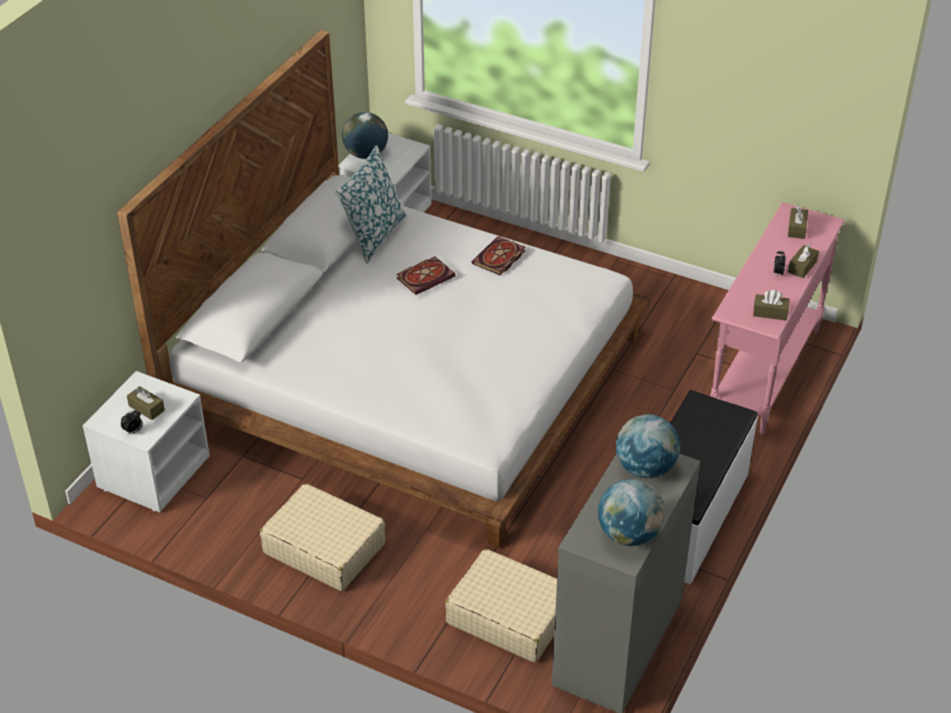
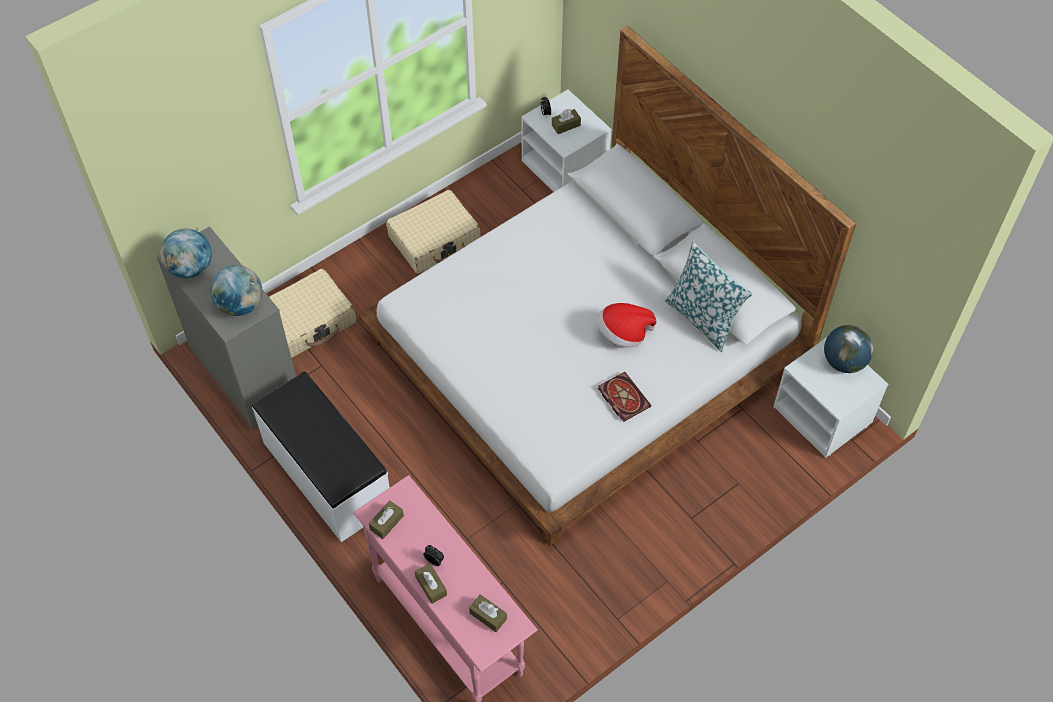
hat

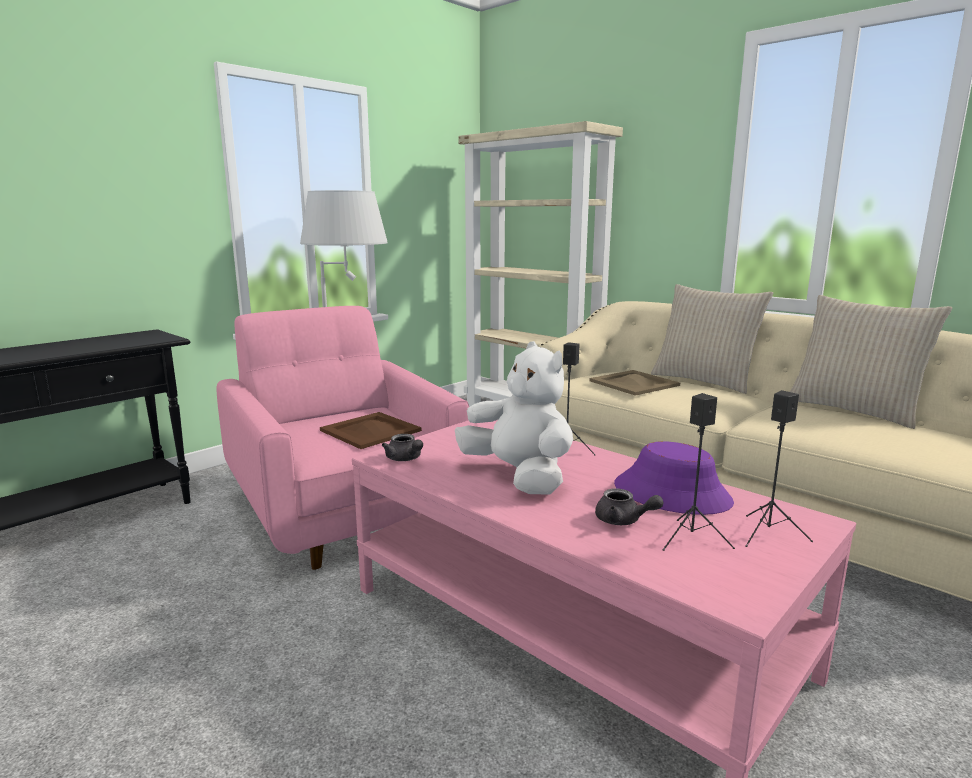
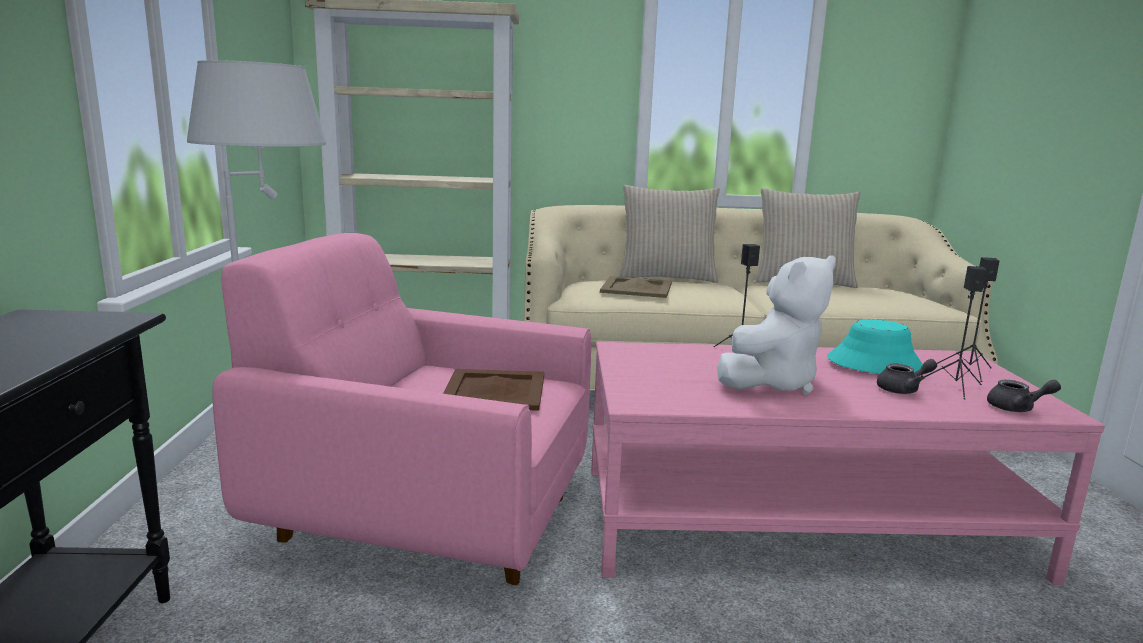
grey teapot (no. 2 from left)
white plush toy
turquoise hat

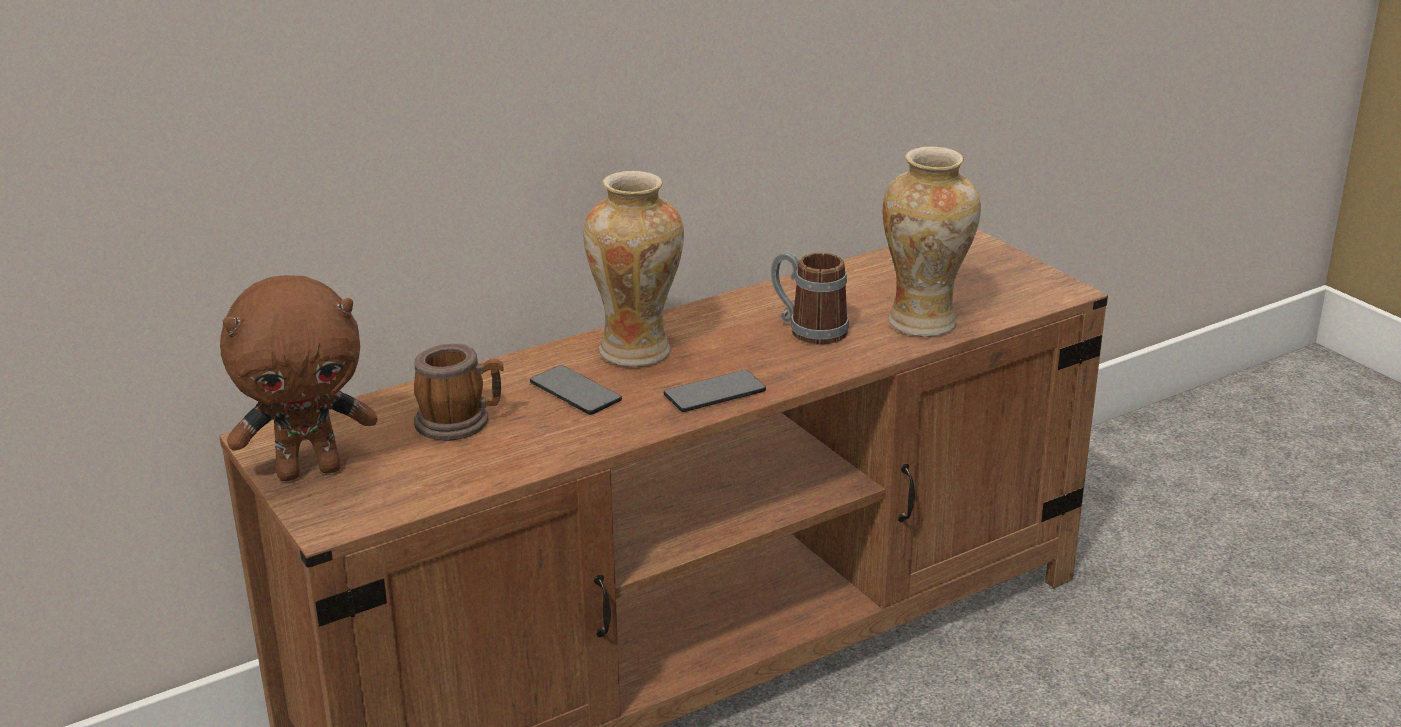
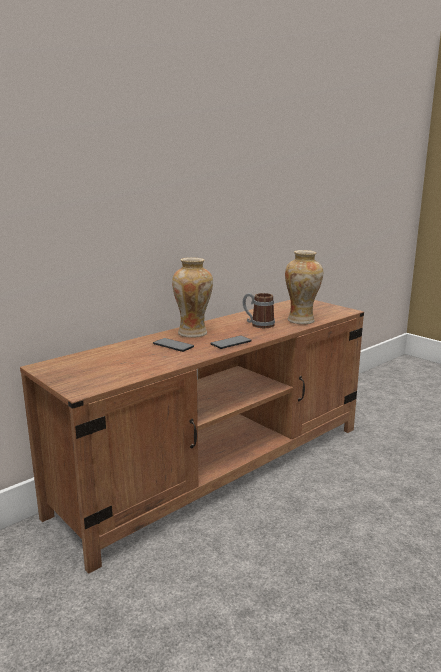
brown plush toy
mug (no. 1 from left in the first image)

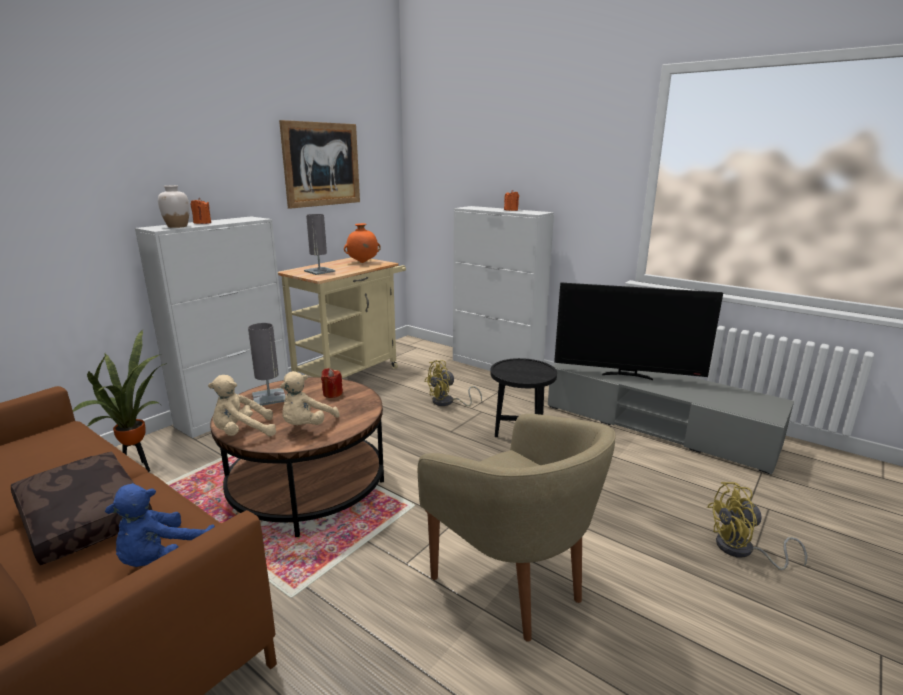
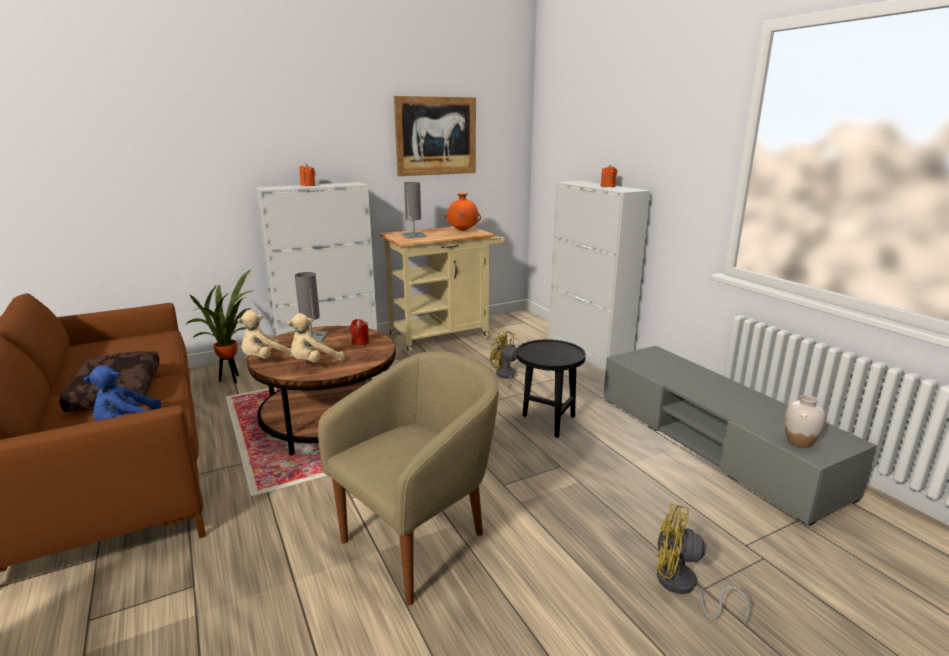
white vase
beige plush toy (no. 1 from left)
beige armchair
yellow fan (no. 1 from left)
television

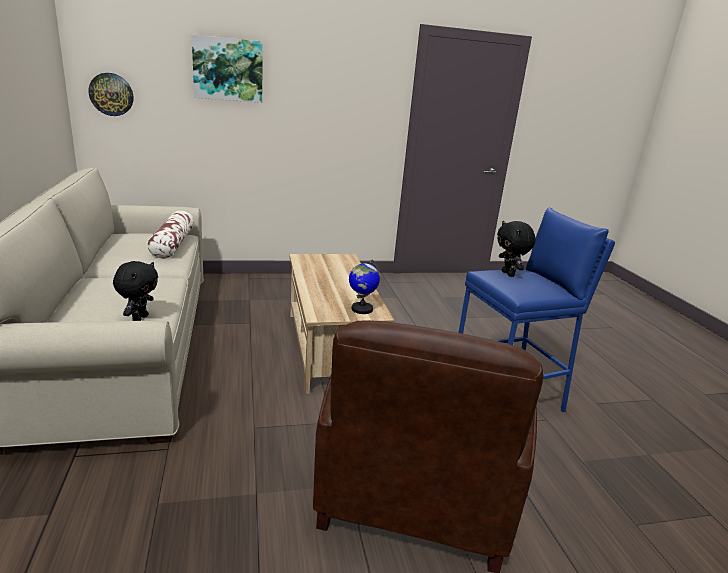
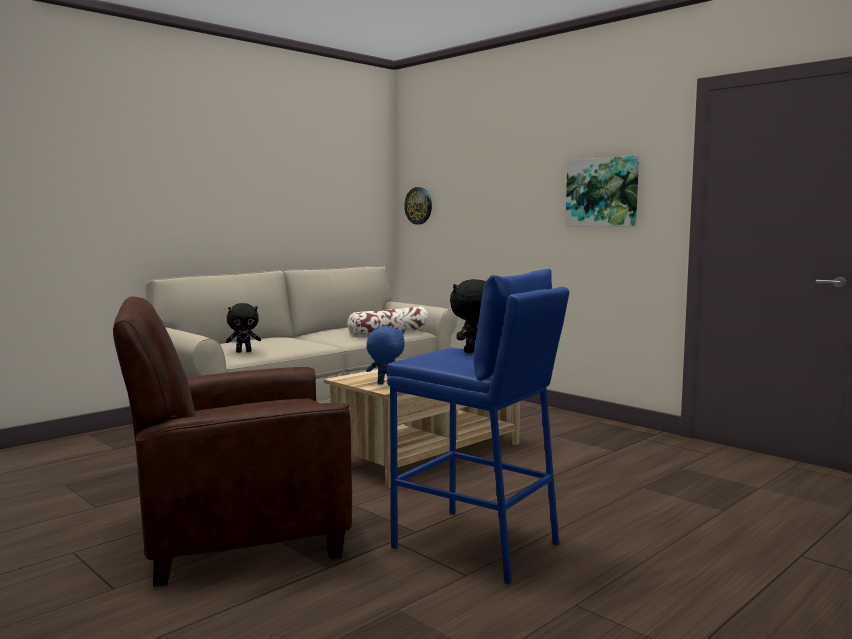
picture
blue plush toy

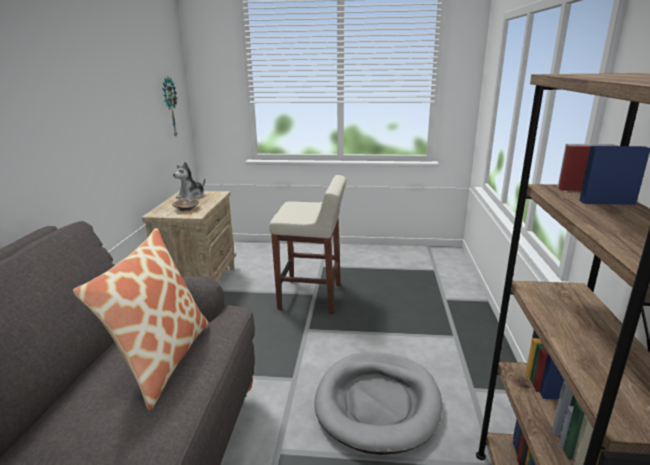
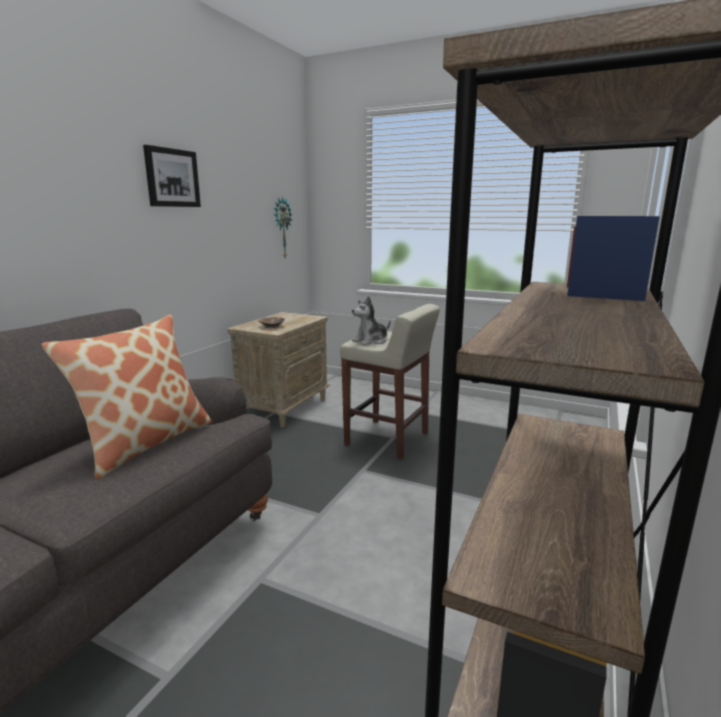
plush toy
grey dog bed
picture

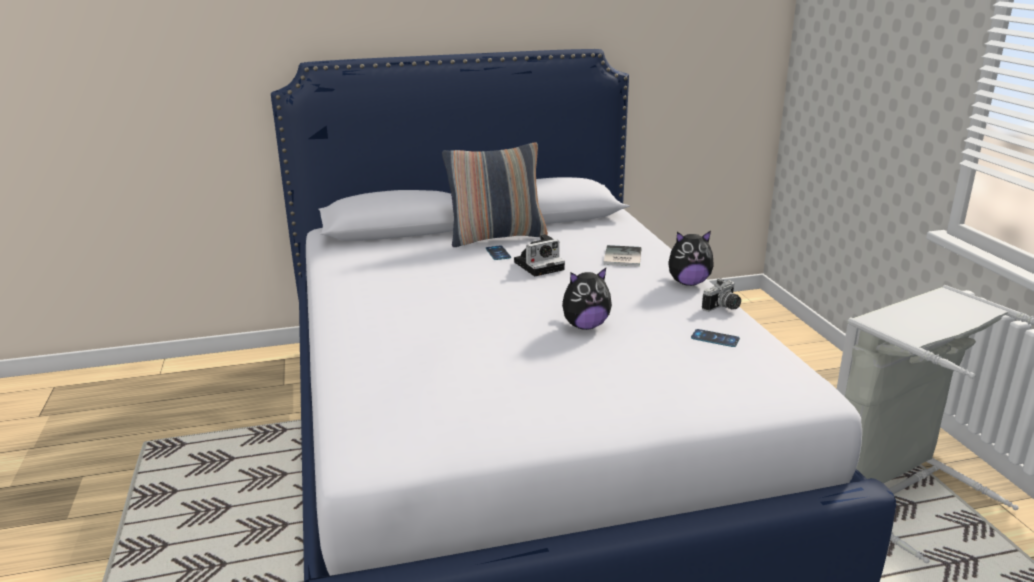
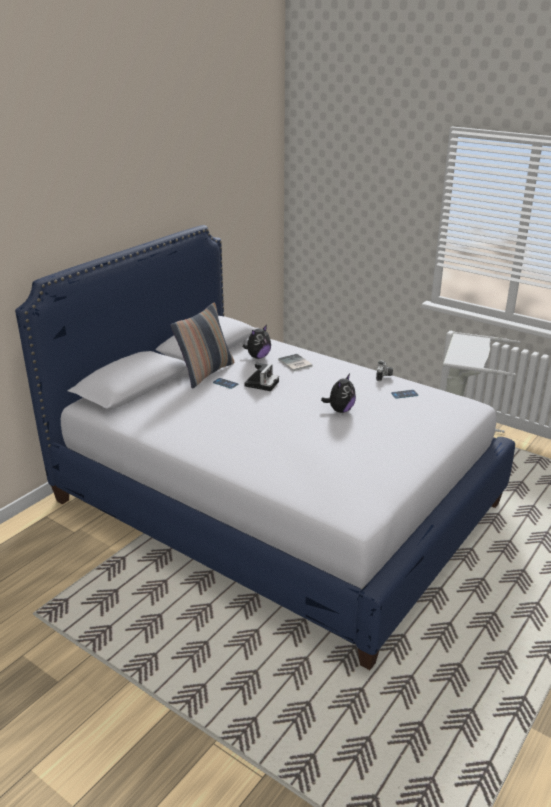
plush toy (no. 1 from left)

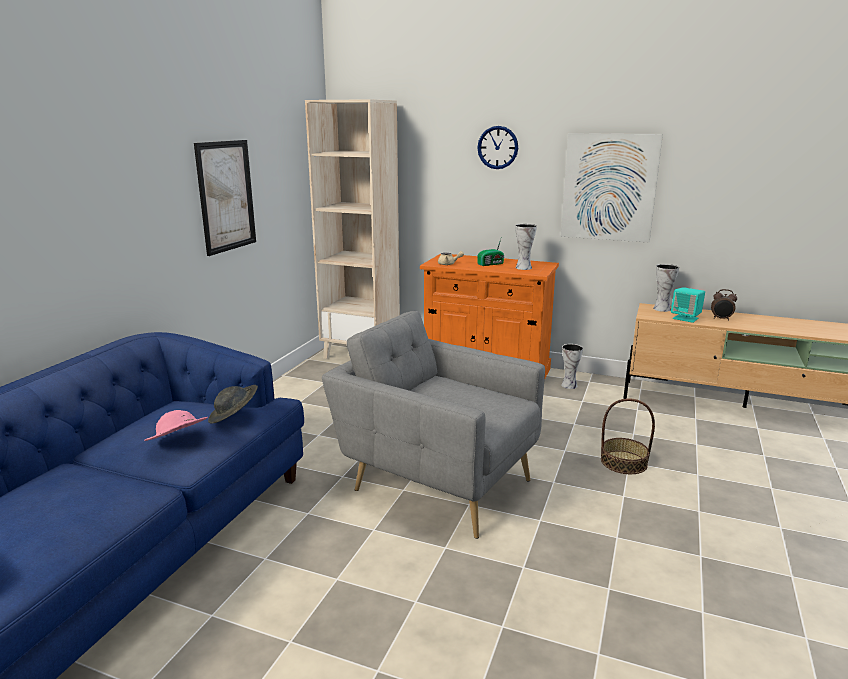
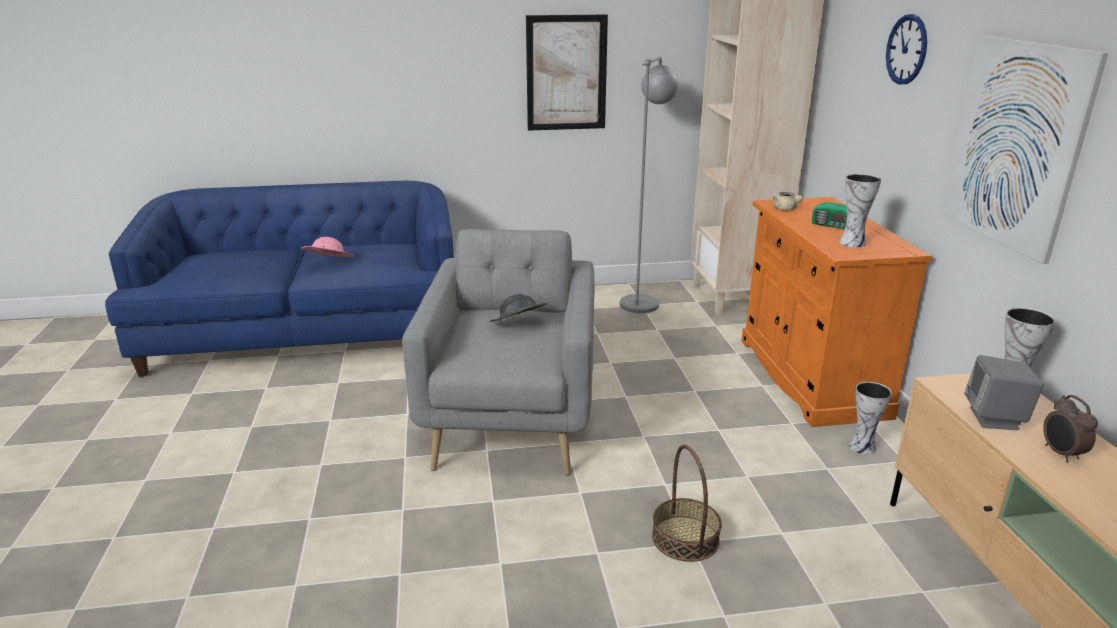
grey hat
grey speaker
grey floor lamp

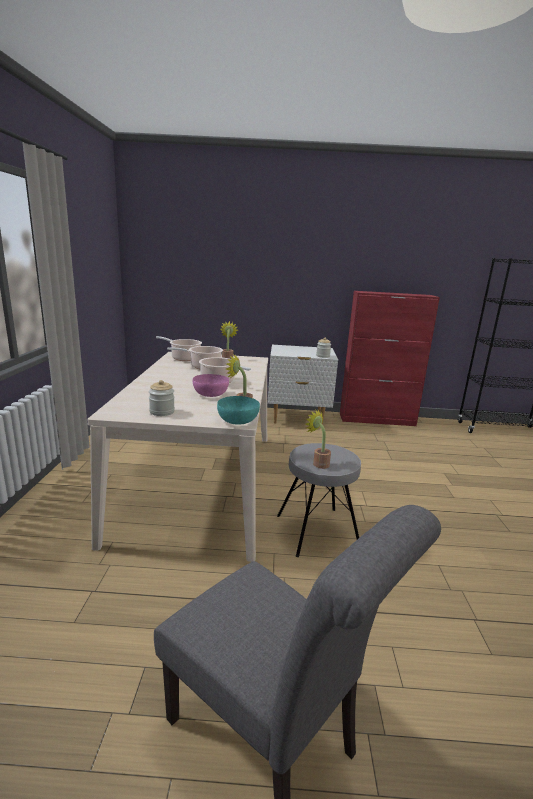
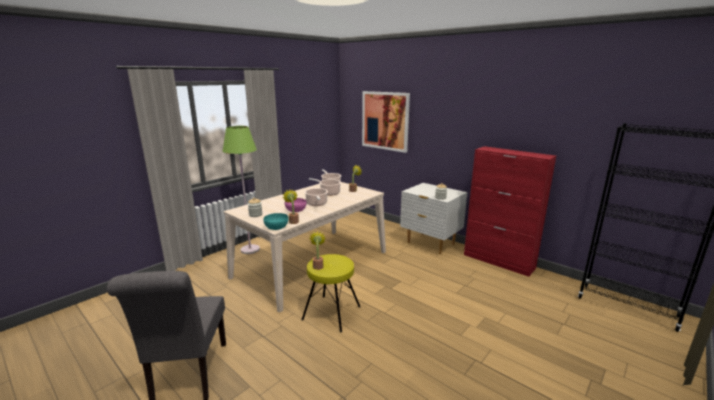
yellow stool
green floor lamp
picture

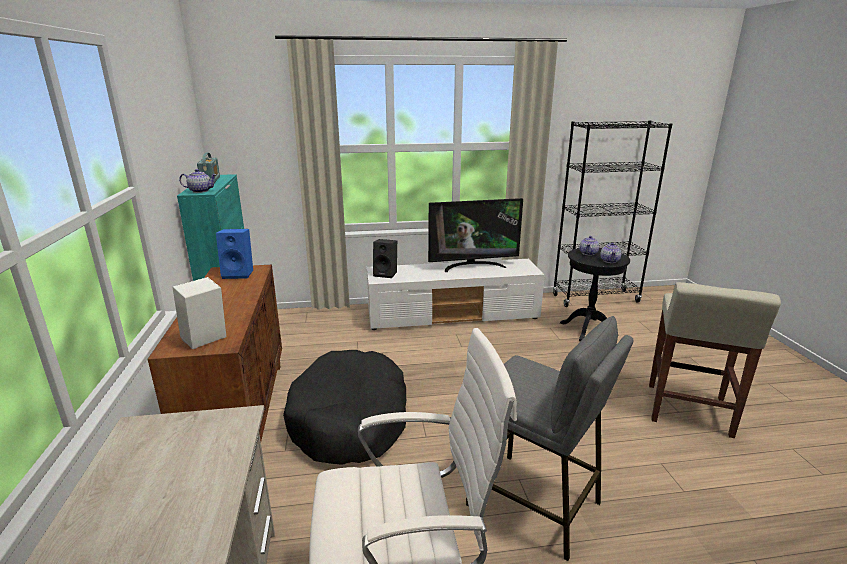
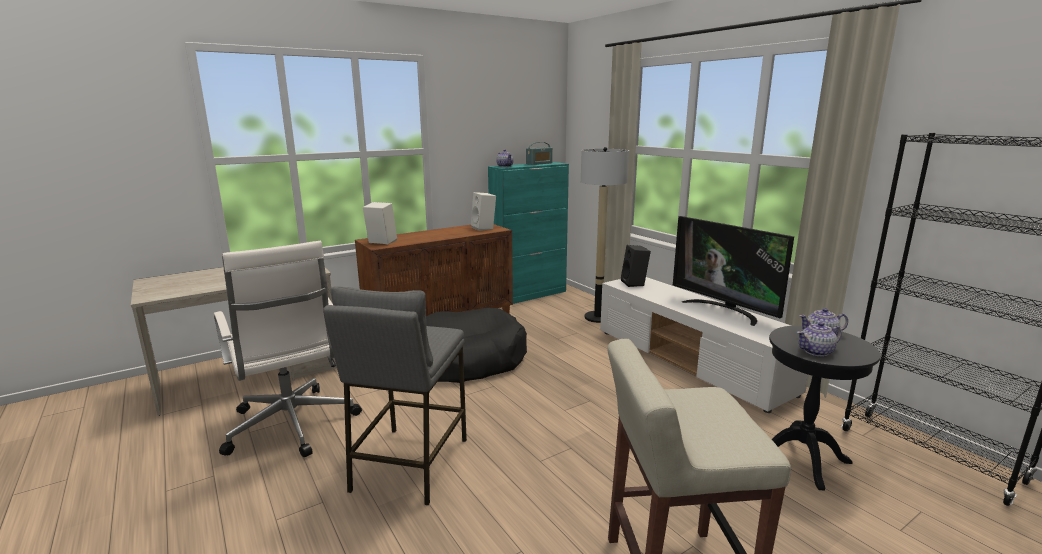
white speaker (no. 2 from left)
floor lamp

